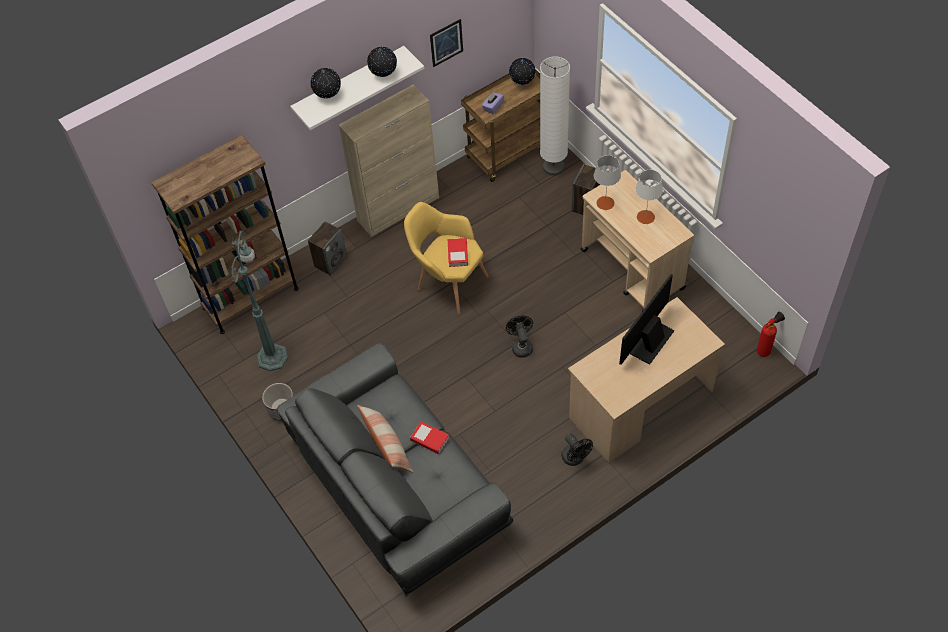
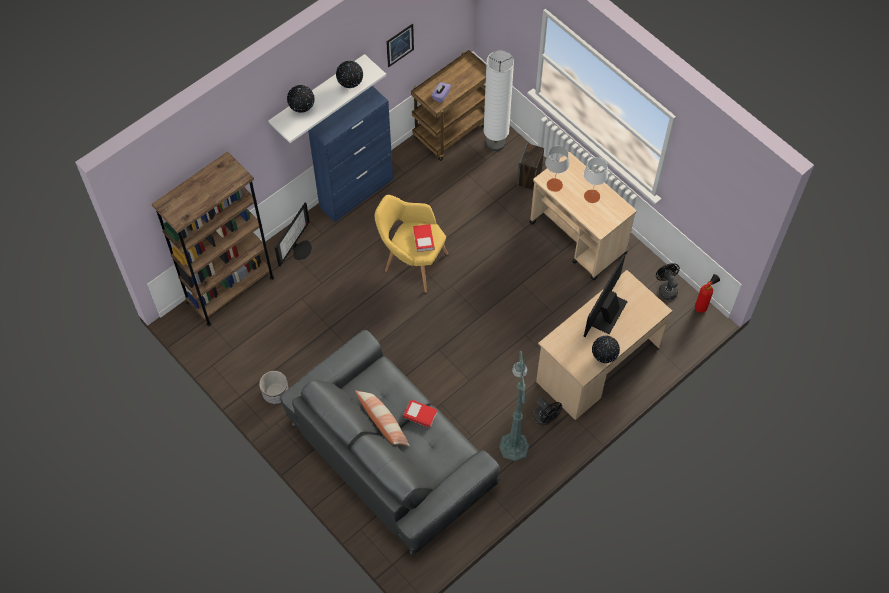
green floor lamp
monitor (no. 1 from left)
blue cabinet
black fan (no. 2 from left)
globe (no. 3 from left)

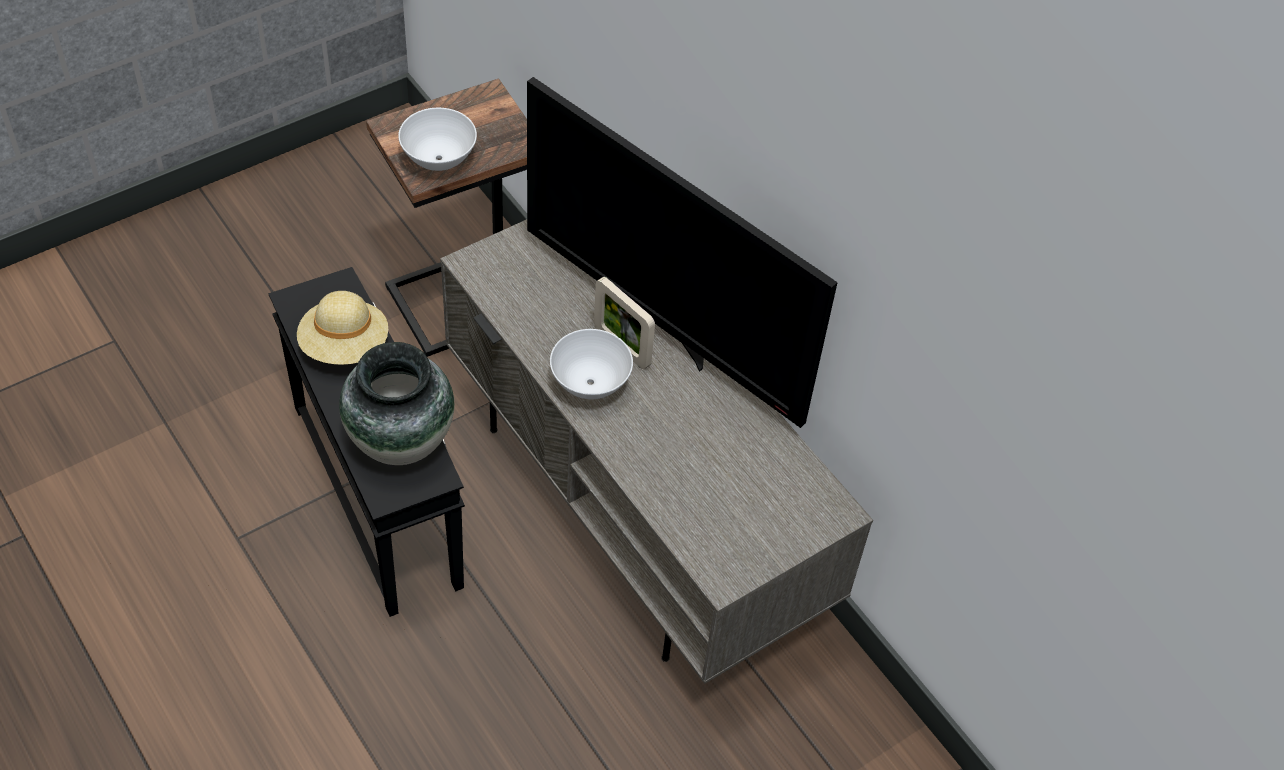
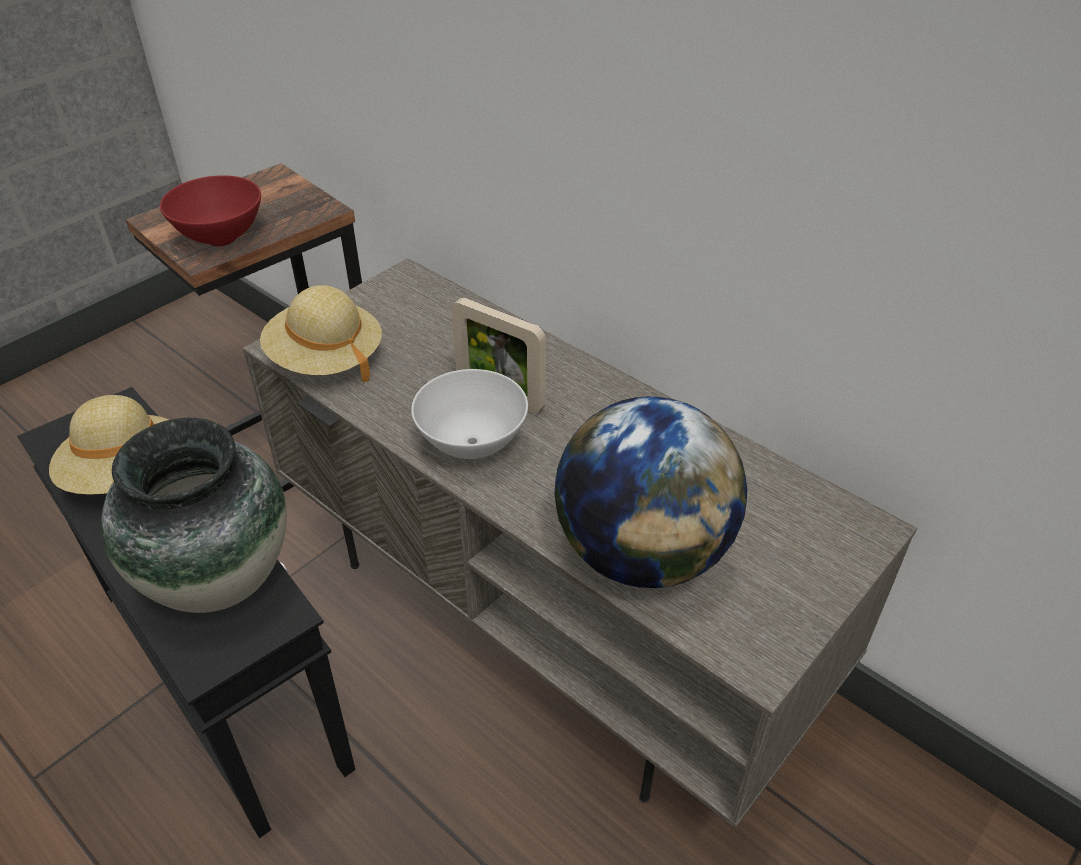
red bowl
television
beige hat (no. 2 from left)
globe

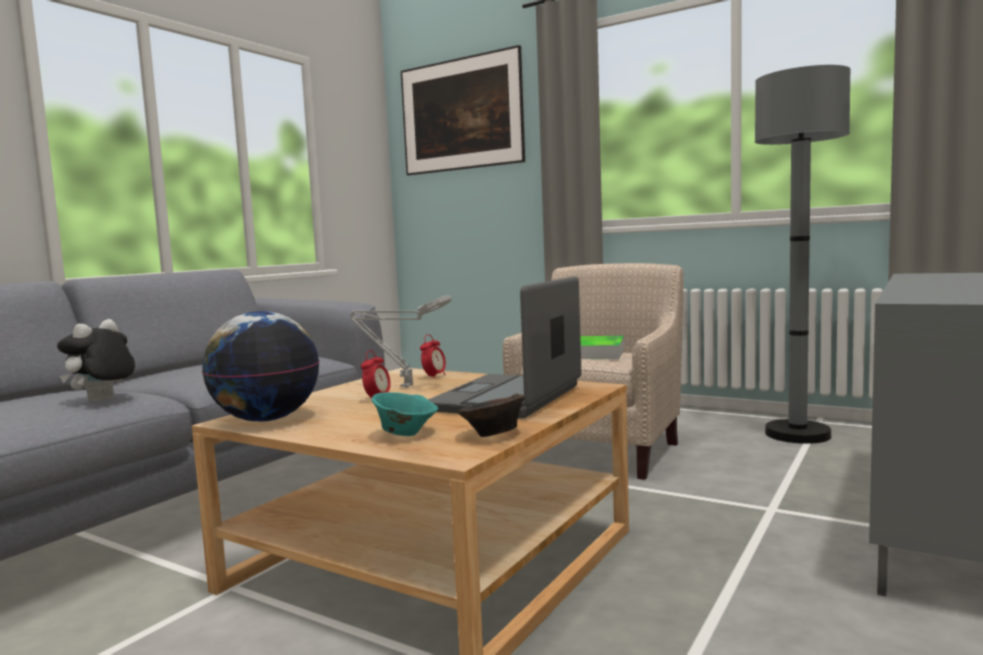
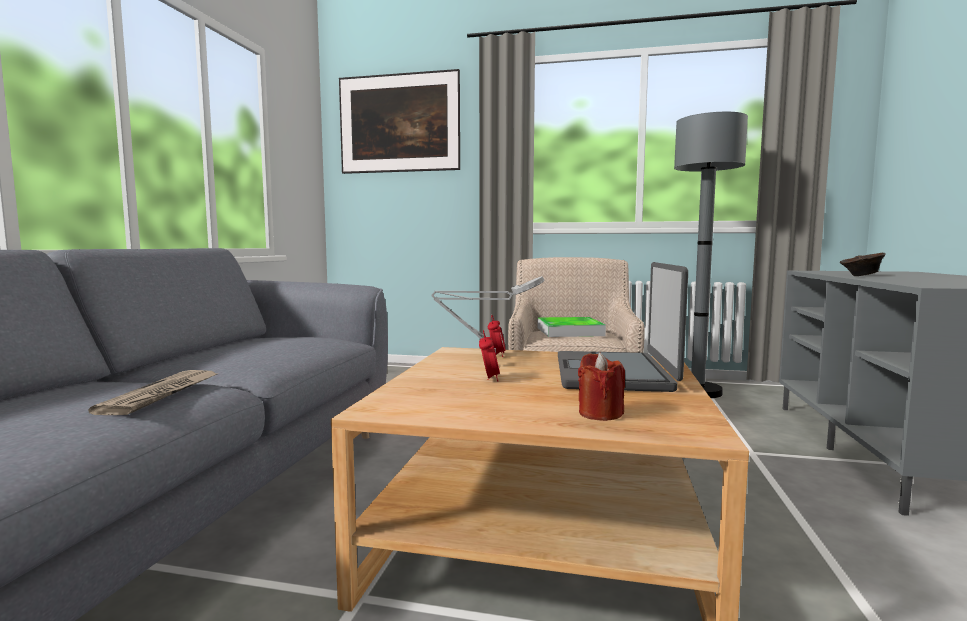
newspaper
globe
red candle
brown bowl

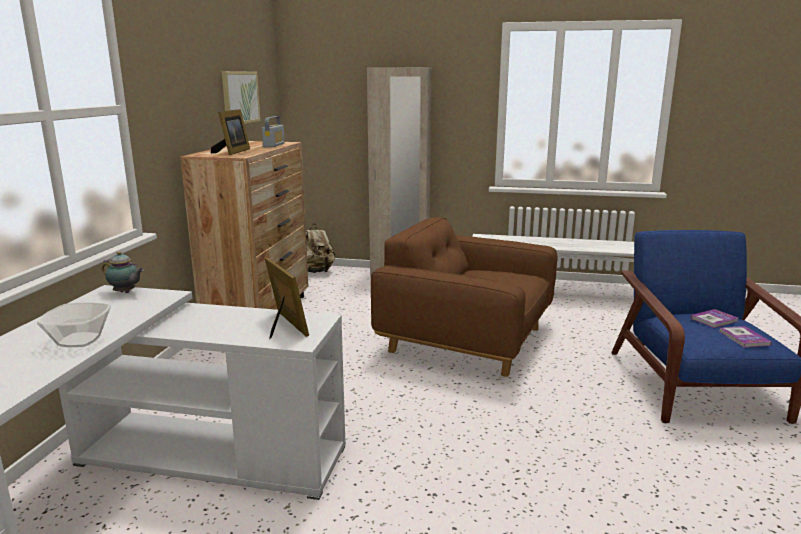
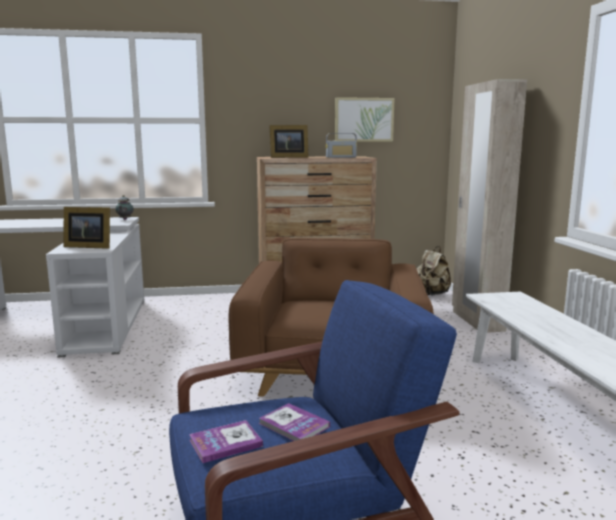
bowl
picture frame (no. 1 from left)

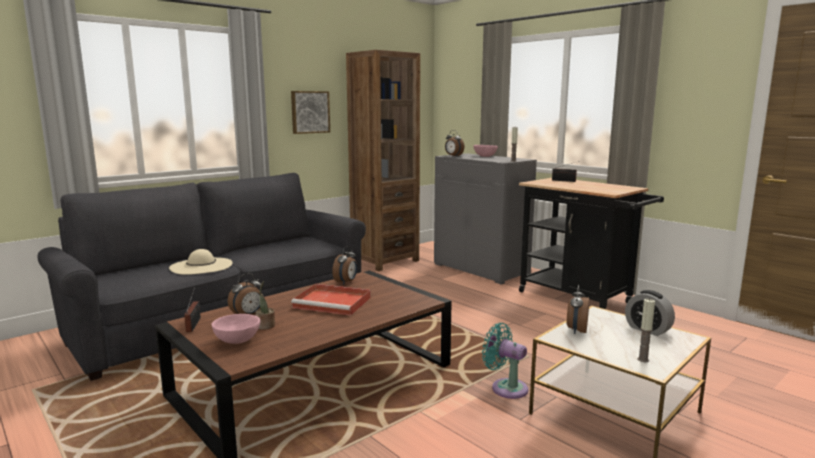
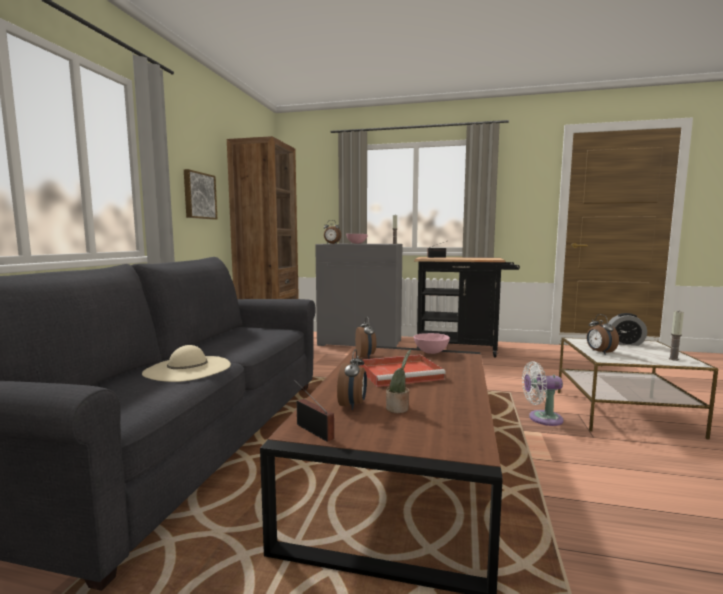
pink bowl (no. 2 from left)
white fan

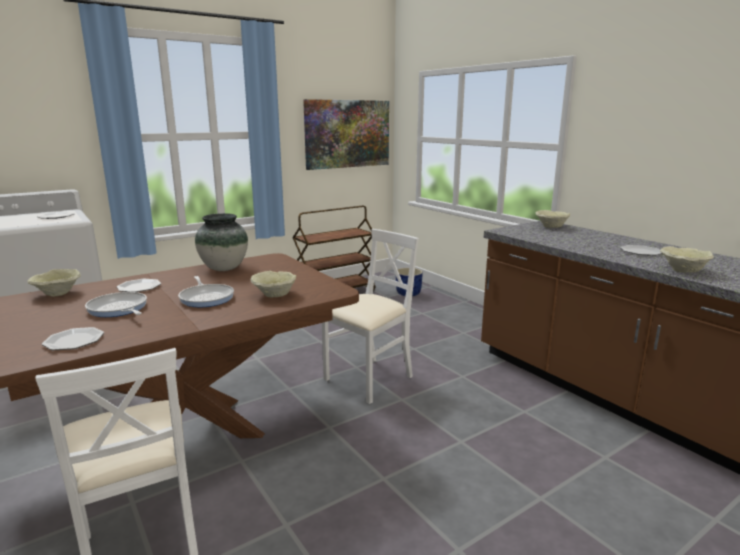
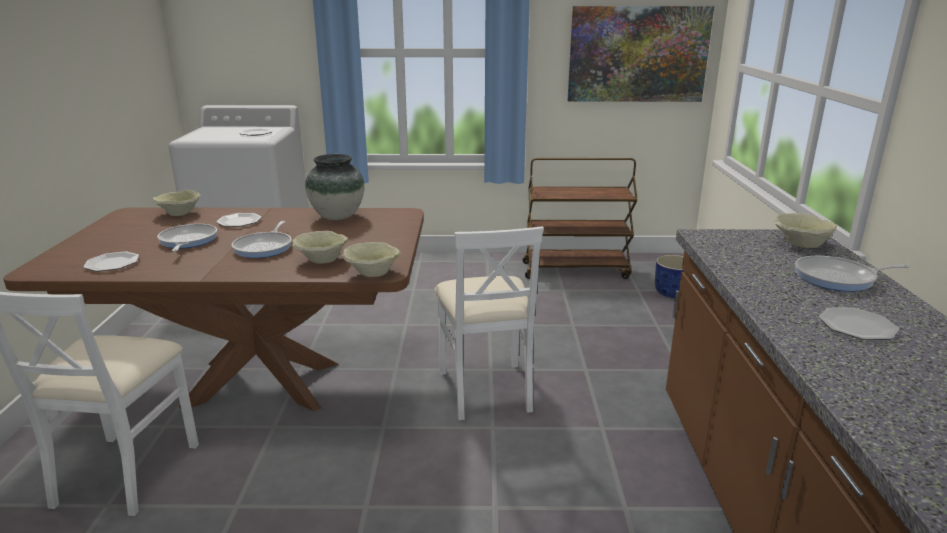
white chair (no. 2 from left)
beige bowl (no. 3 from left)
frying pan (no. 3 from left)

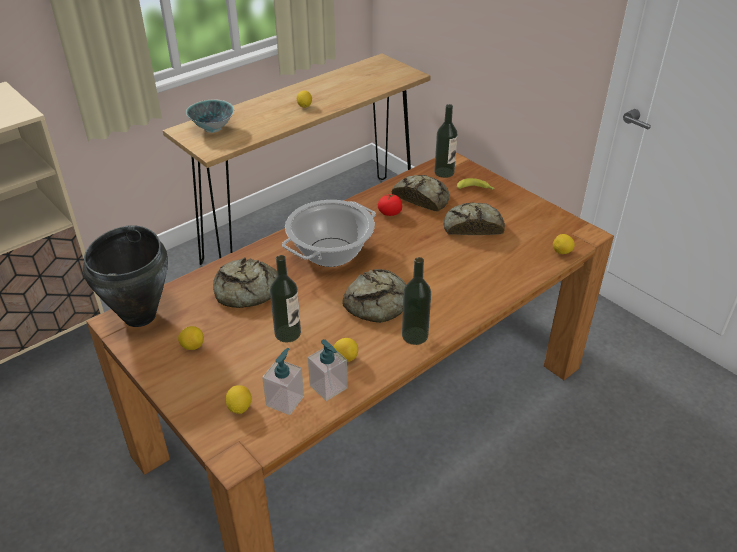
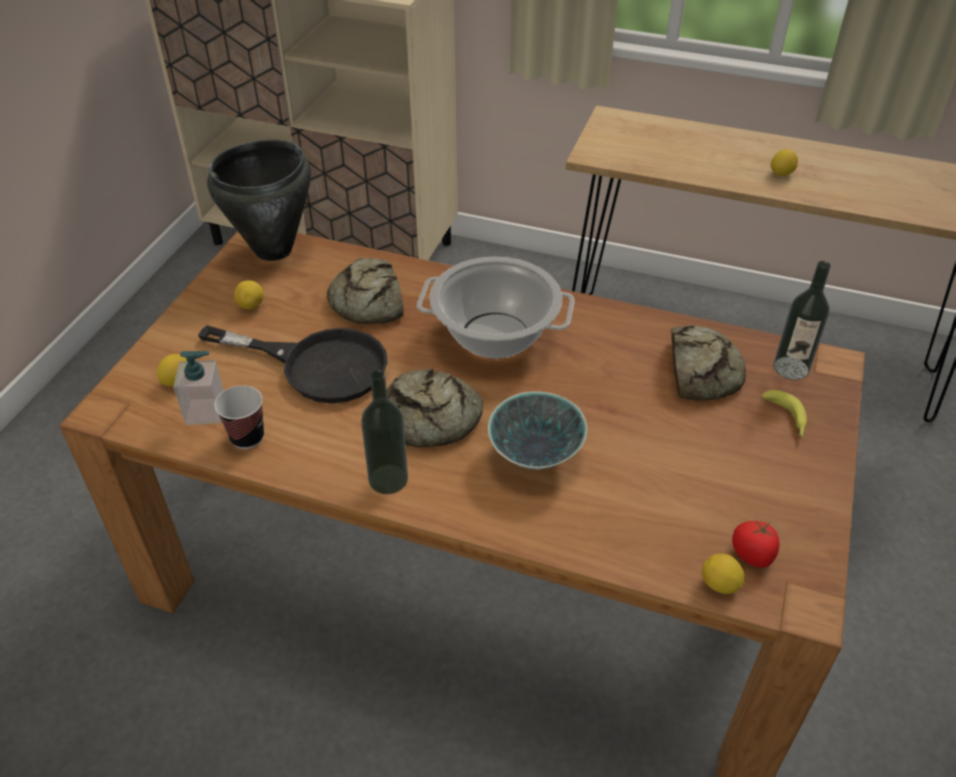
bowl
black frying pan
cup
lemon (no. 4 from left in the first image)
tomato
bread (no. 4 from left in the first image)

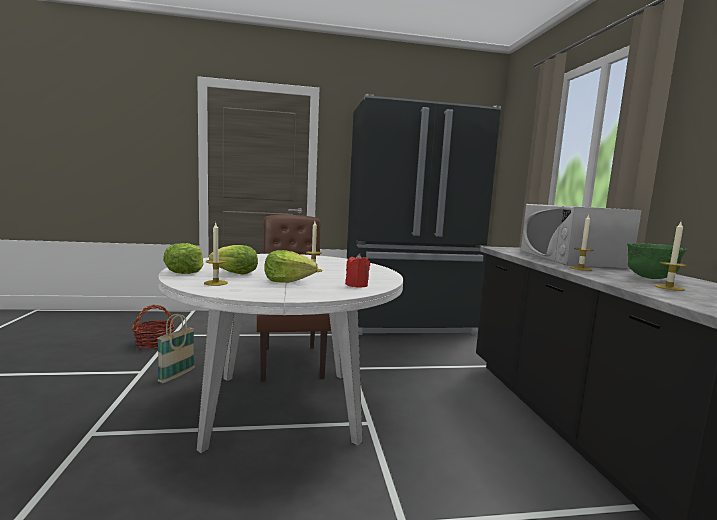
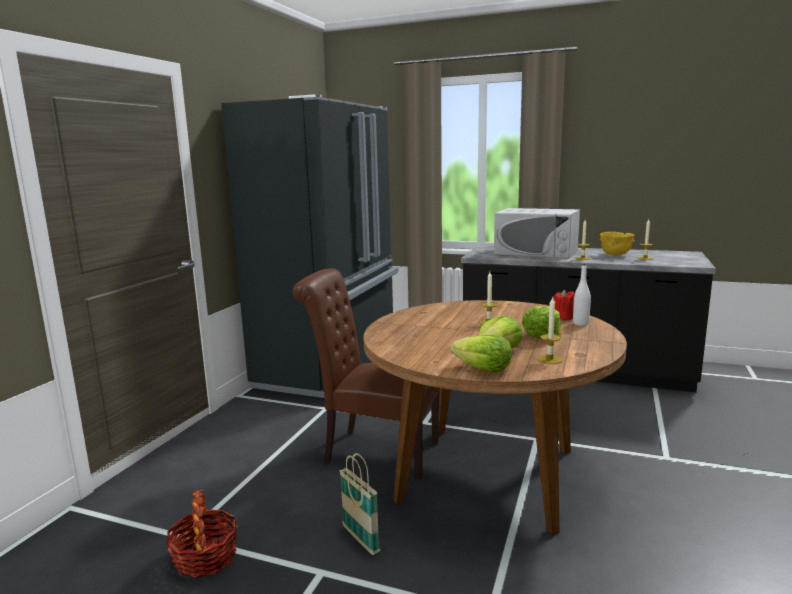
brown dining table
yellow bowl
white bottle

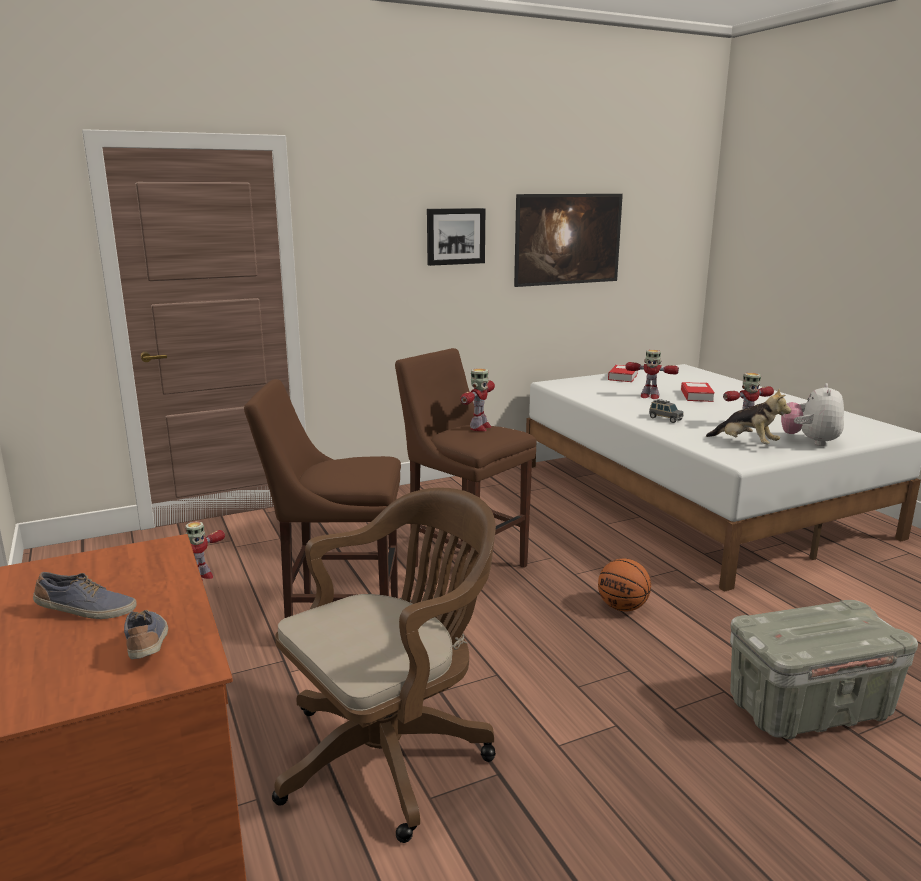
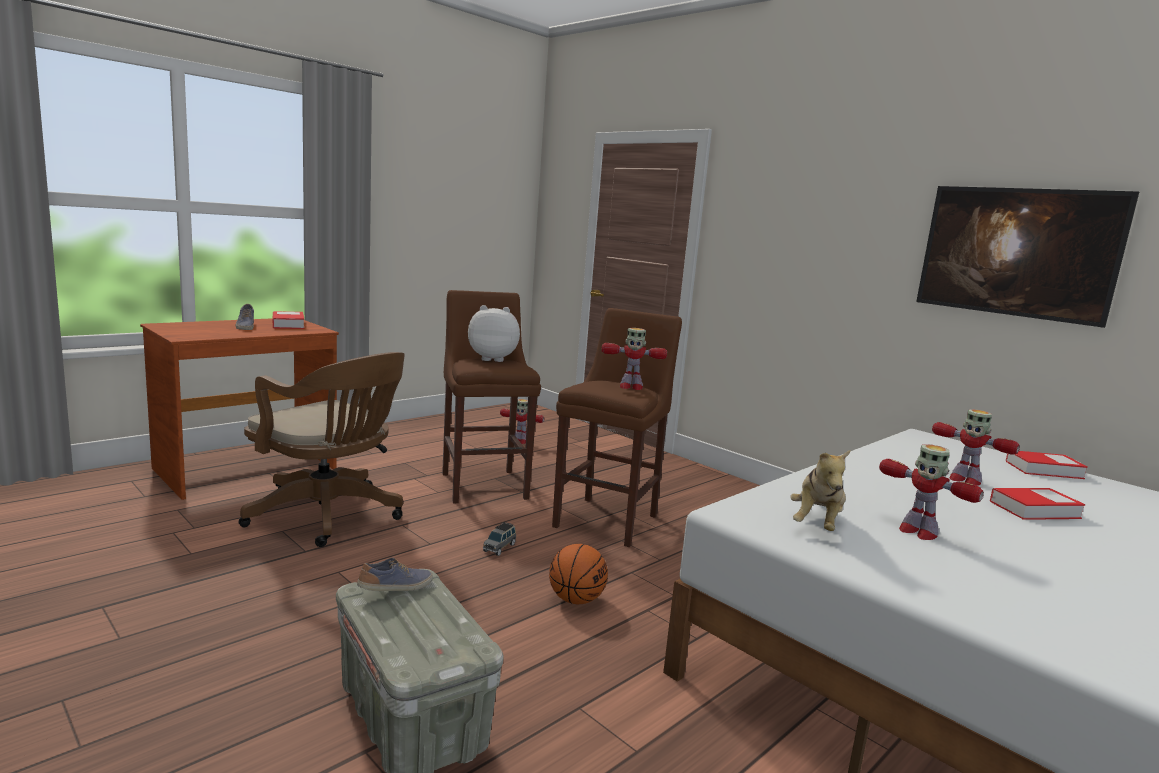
shoe (no. 2 from left)
picture (no. 1 from left in the first image)
toy robot (no. 4 from left)
grey toy car
plush toy (no. 1 from left)
book (no. 1 from left)

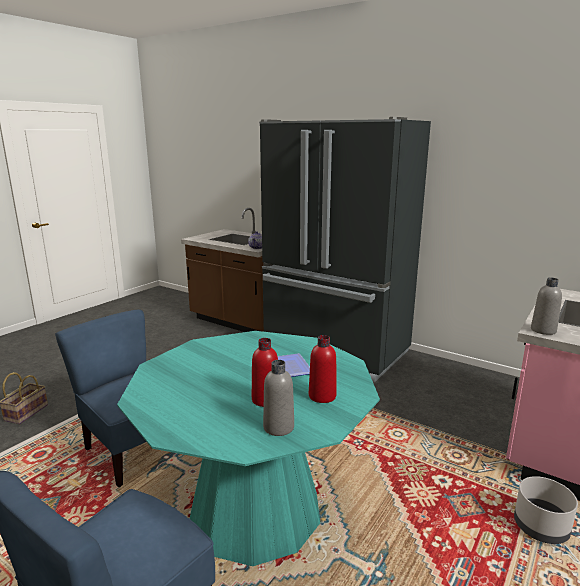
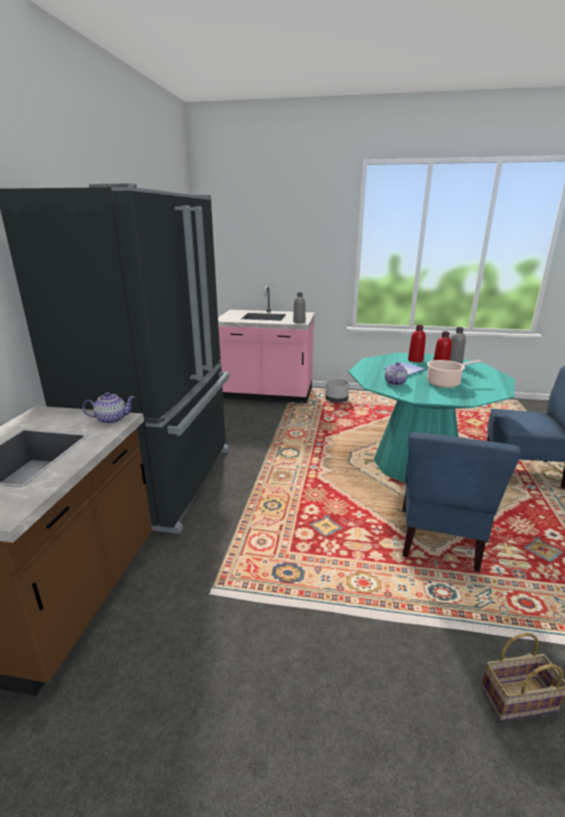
teapot (no. 2 from left)
cooking pot

